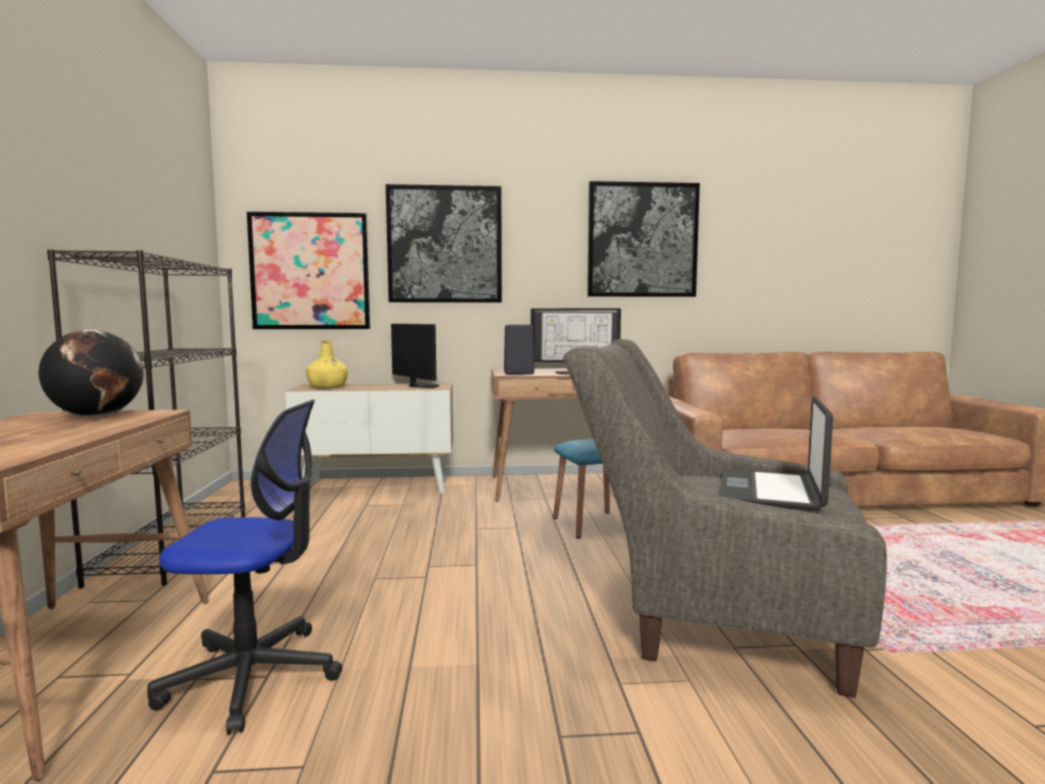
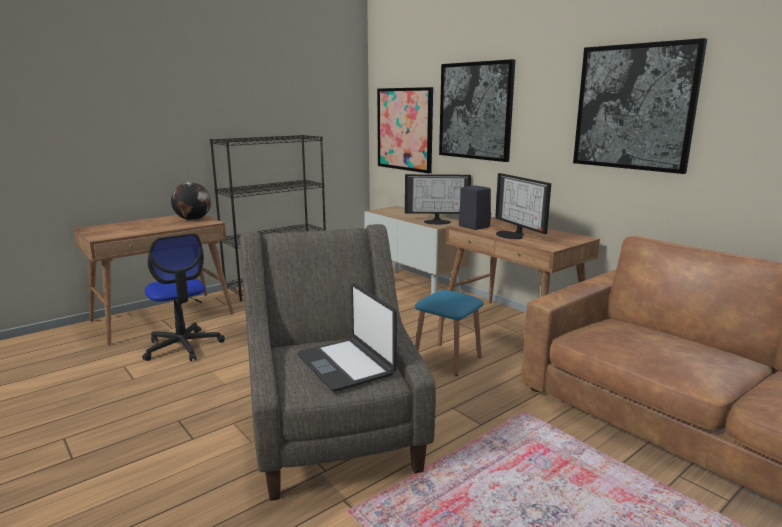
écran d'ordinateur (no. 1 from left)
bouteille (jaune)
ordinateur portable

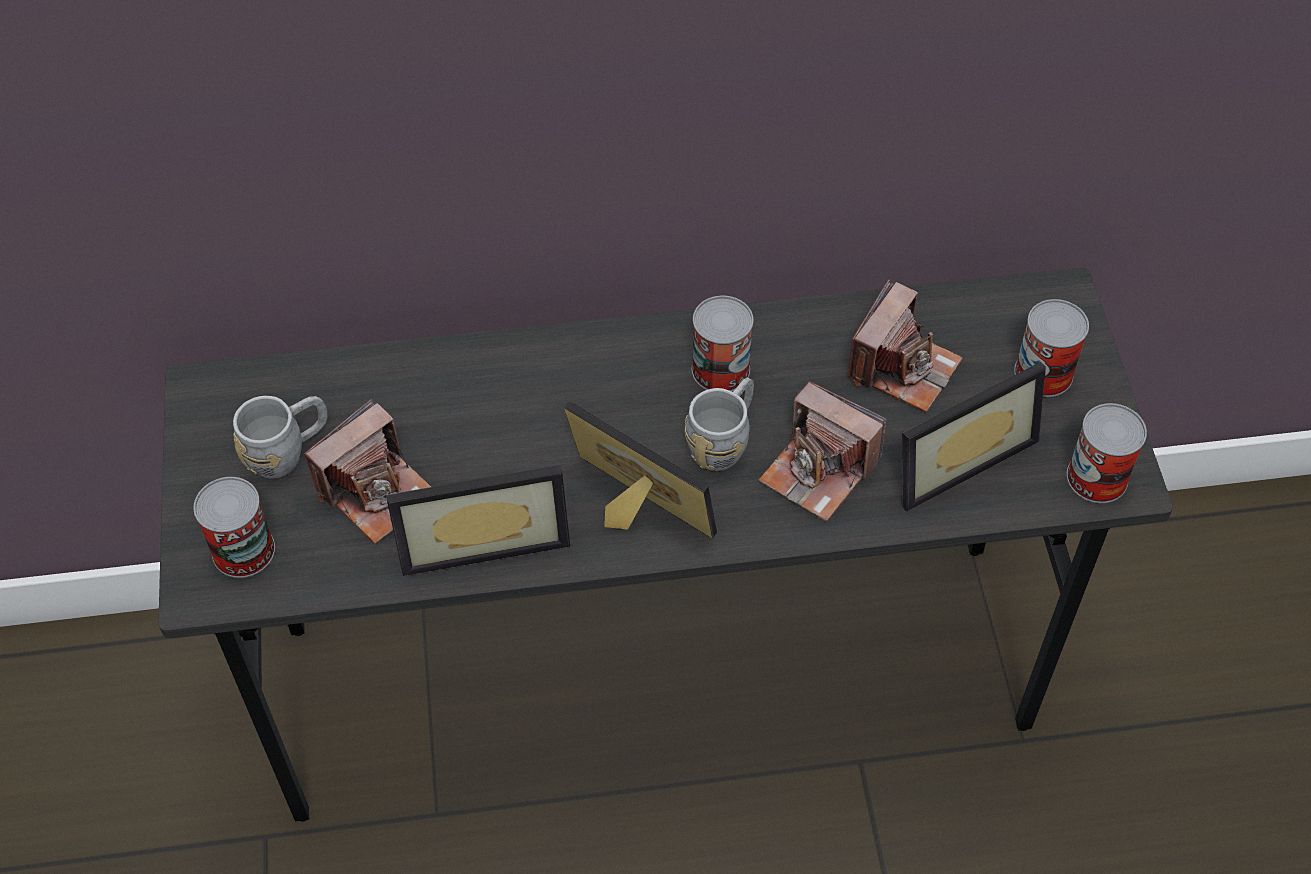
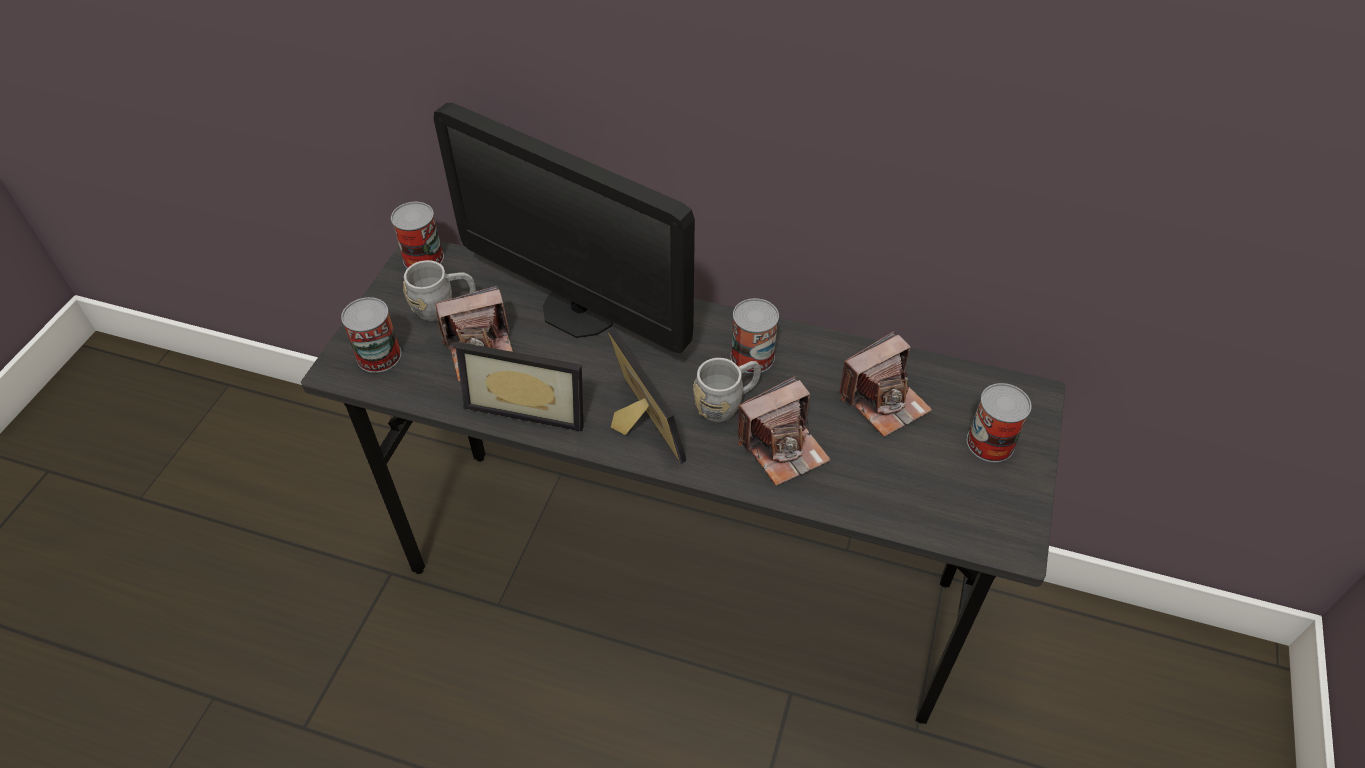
cadre photo (no. 3 from left in the first image)
appareil photo (no. 2 from left)
boîte métallique (no. 2 from left)
écran d'ordinateur

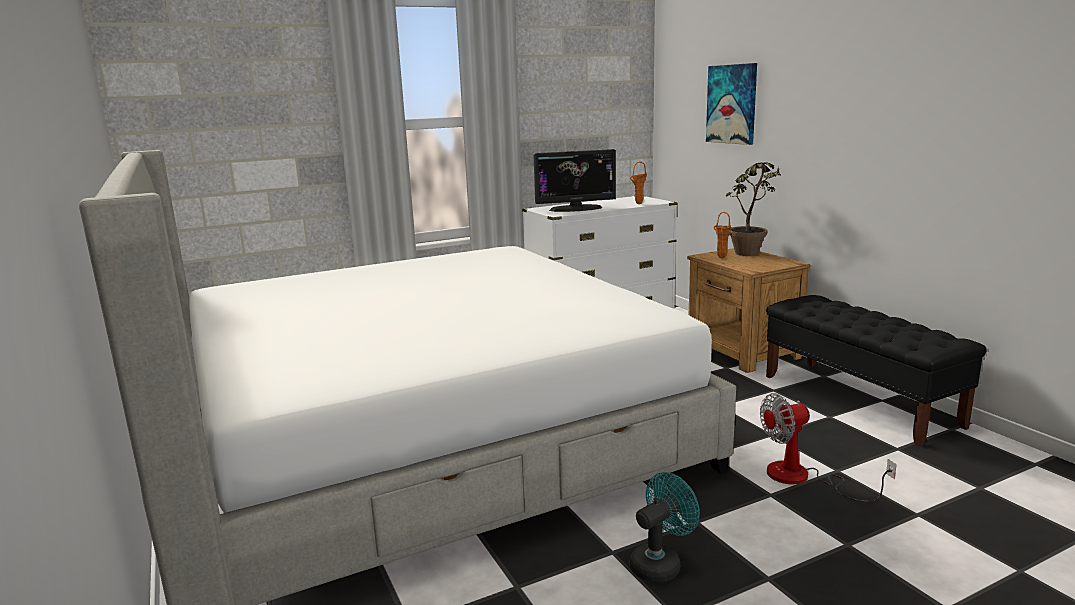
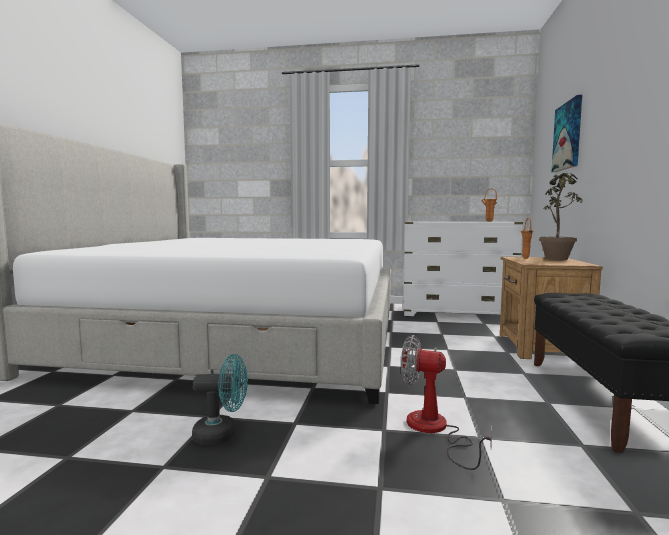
écran d'ordinateur

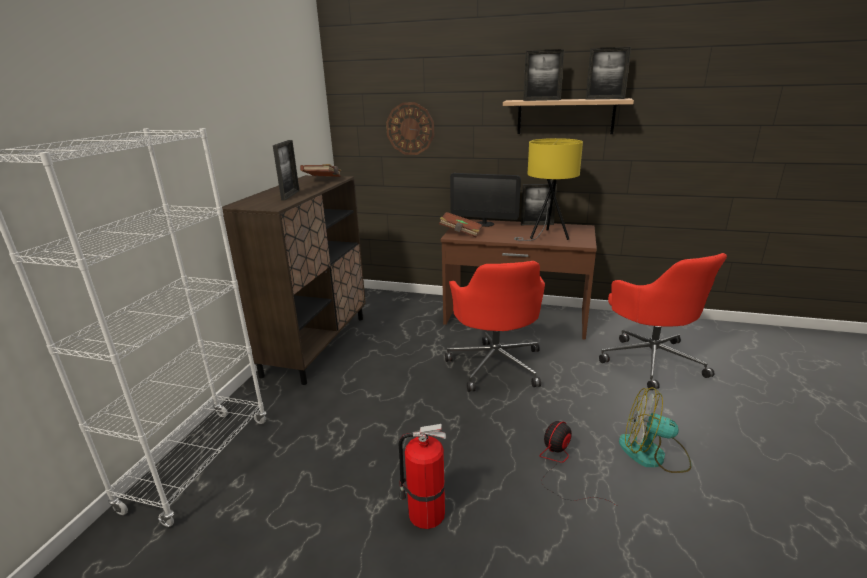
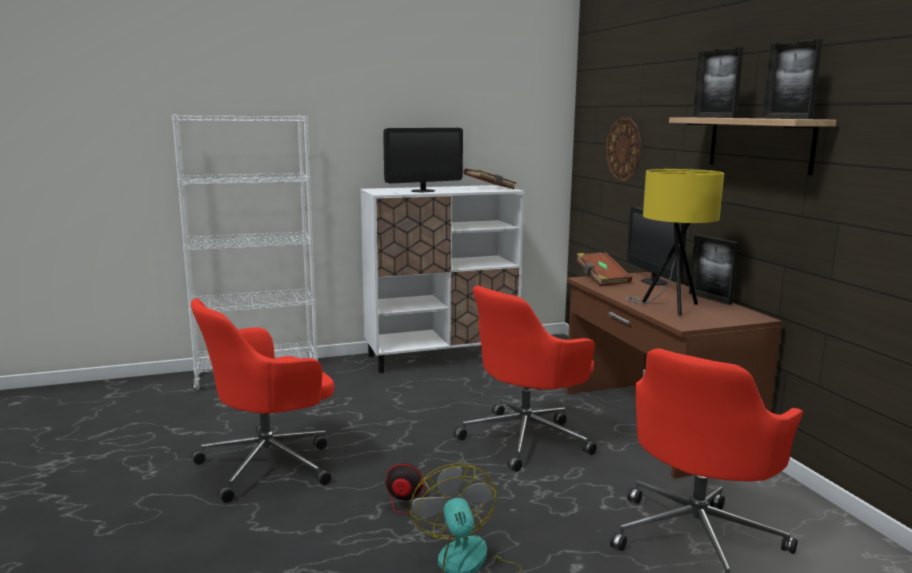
écran d'ordinateur (no. 1 from left)
meuble de rangement (blanc)
chaise de bureau (rouge) (no. 1 from left)

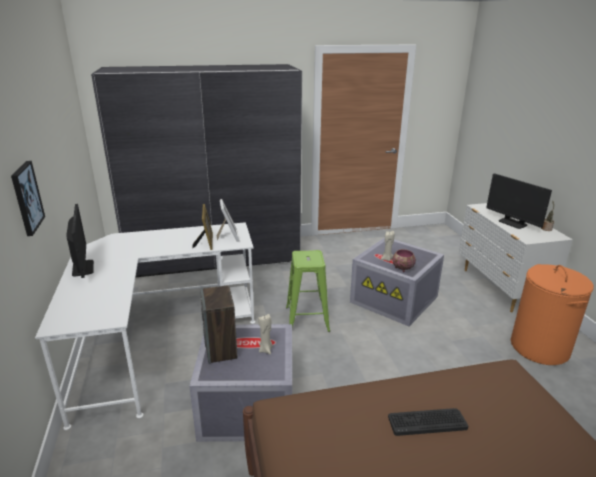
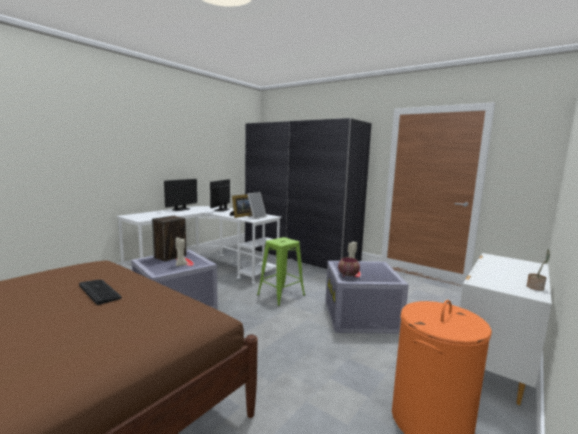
tableau
écran d'ordinateur (no. 2 from left)

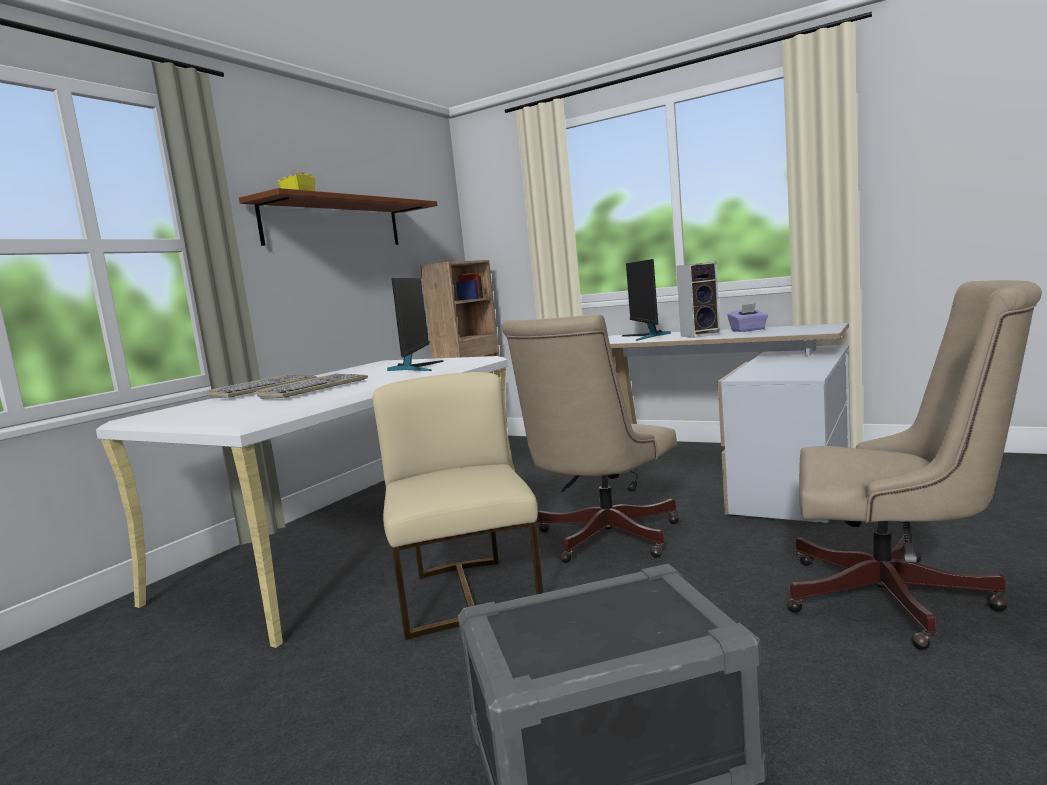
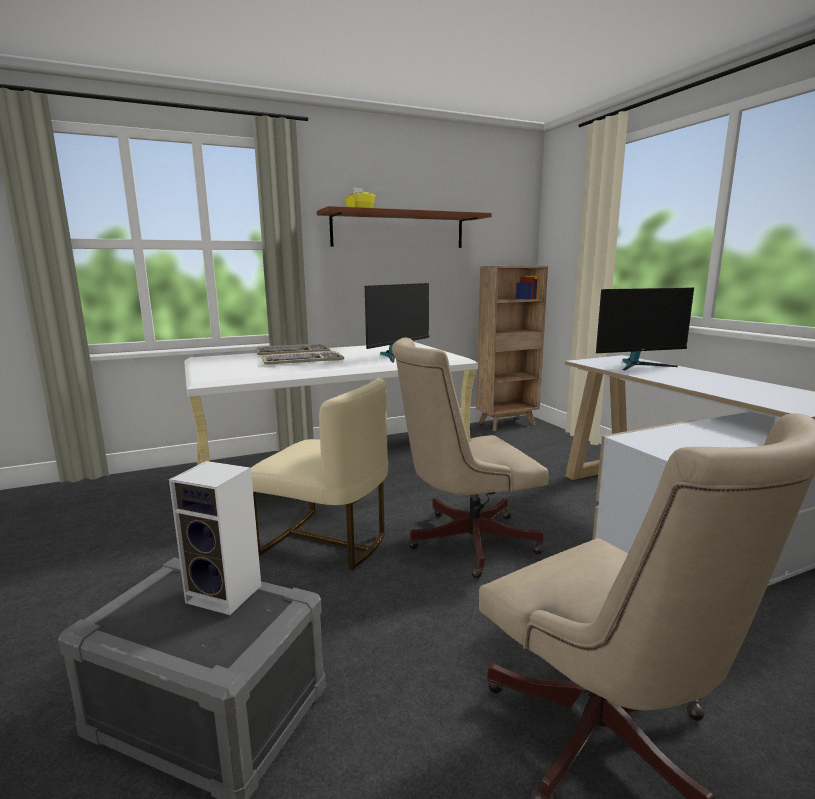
écran d'ordinateur (no. 2 from left)
enceinte
boîte à mouchoirs (violet)
chaise (beige)

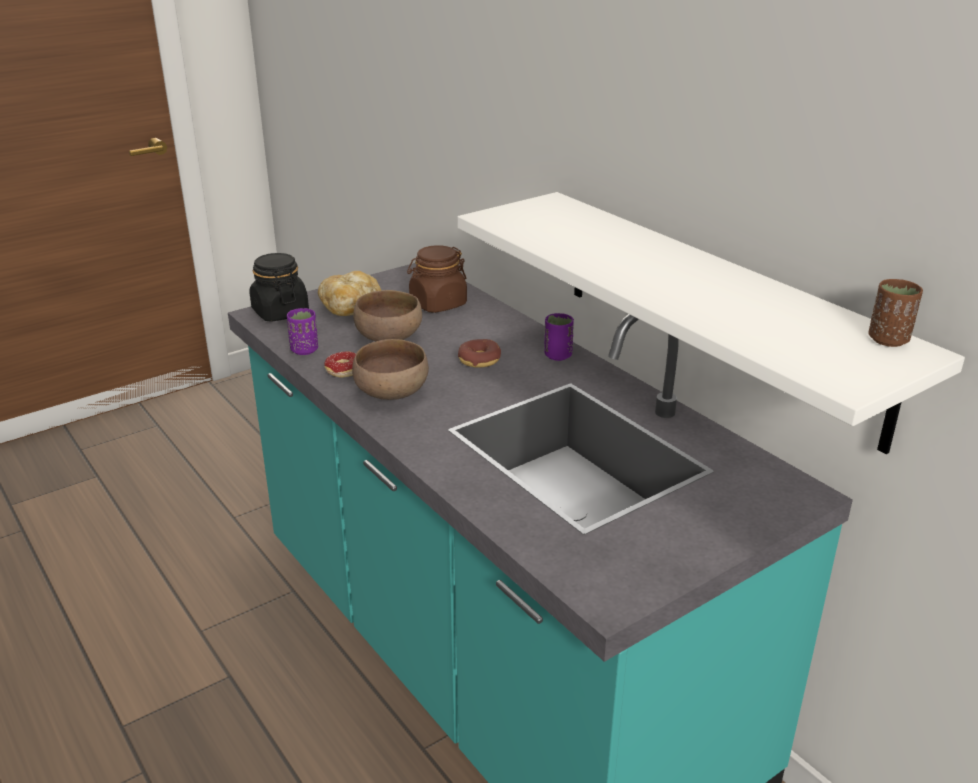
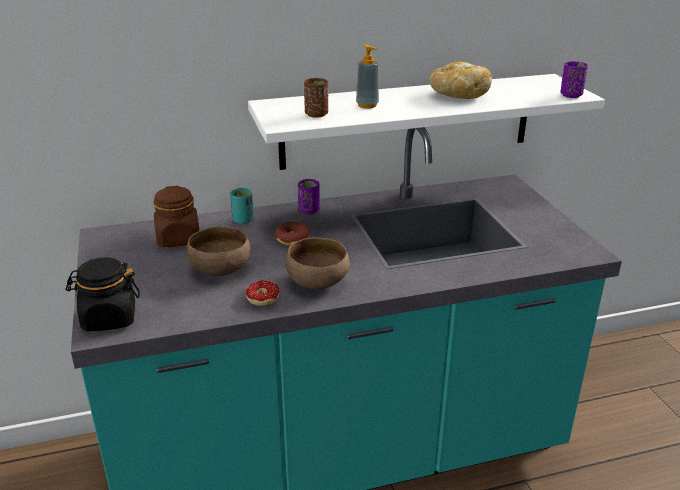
pain
tasse (marron)
tasse (violet) (no. 2 from left)
distributeur de savon
tasse (turquoise)

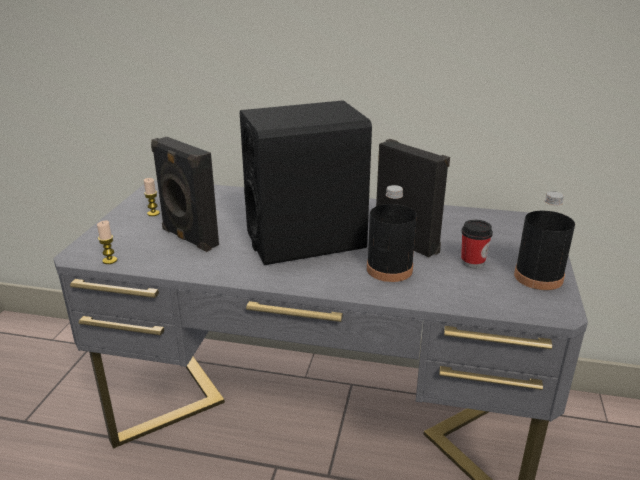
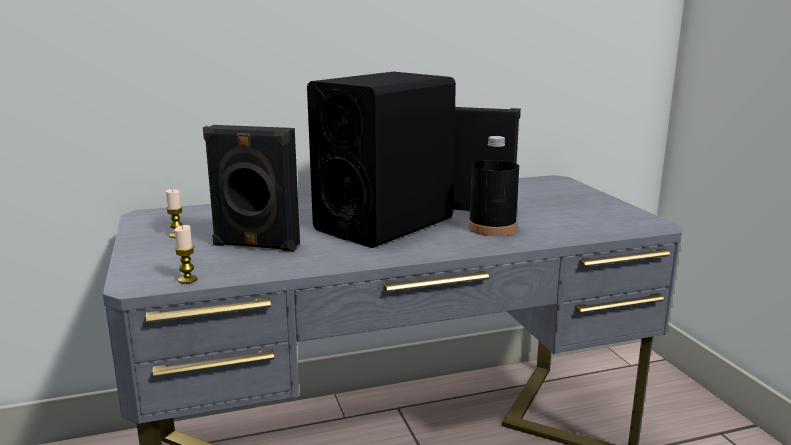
bouteille (noir) (no. 2 from left in the first image)
tasse

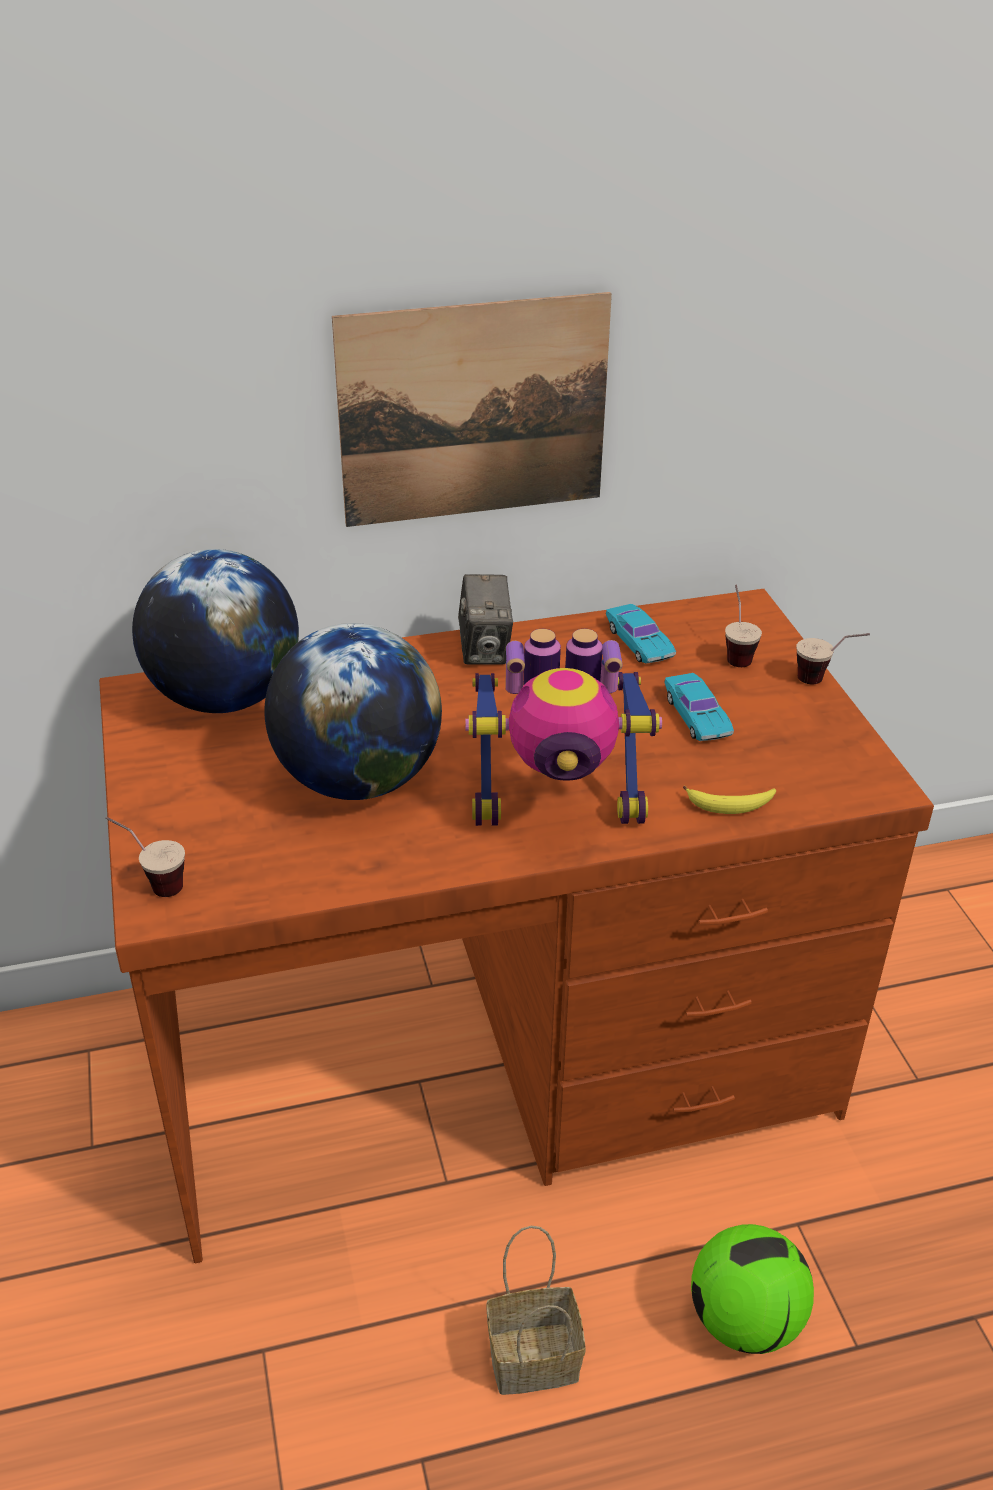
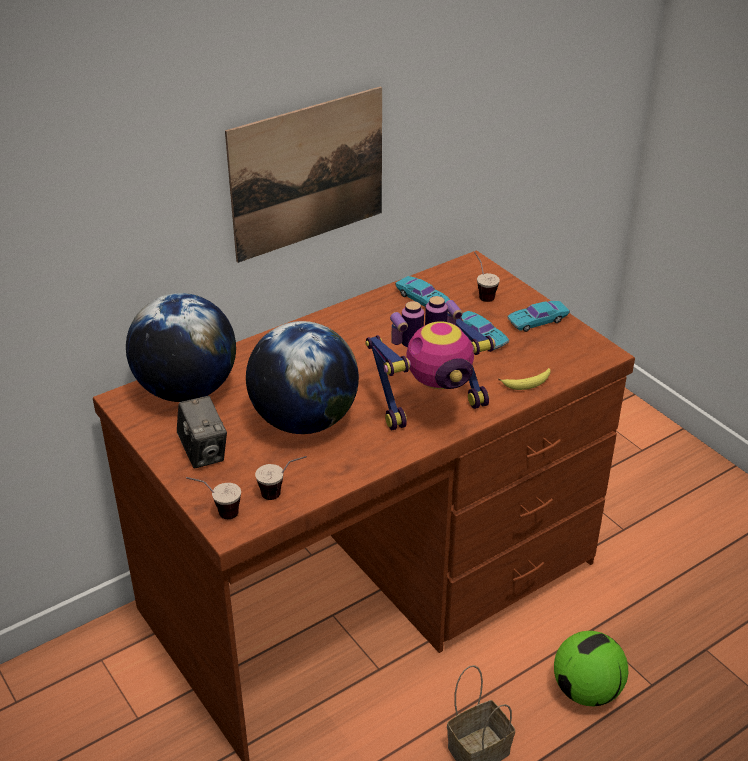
appareil photo
tasse (no. 2 from left)
petite voiture (turquoise) (no. 3 from left)

